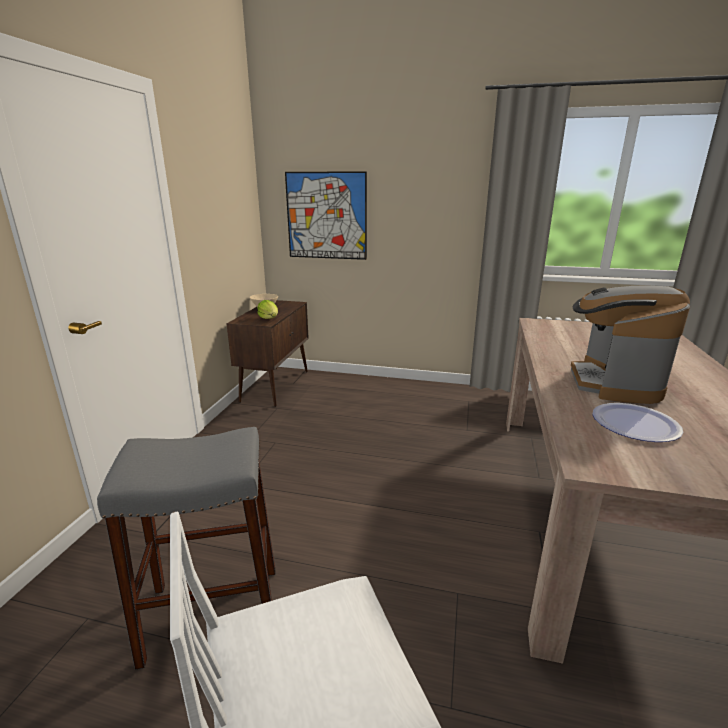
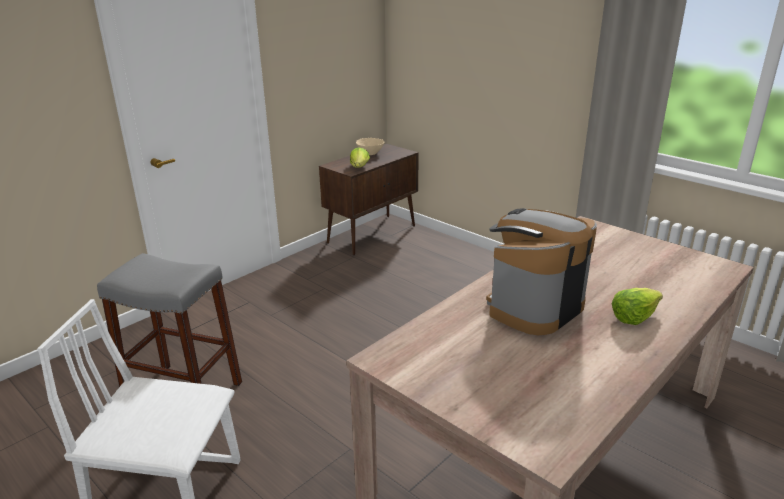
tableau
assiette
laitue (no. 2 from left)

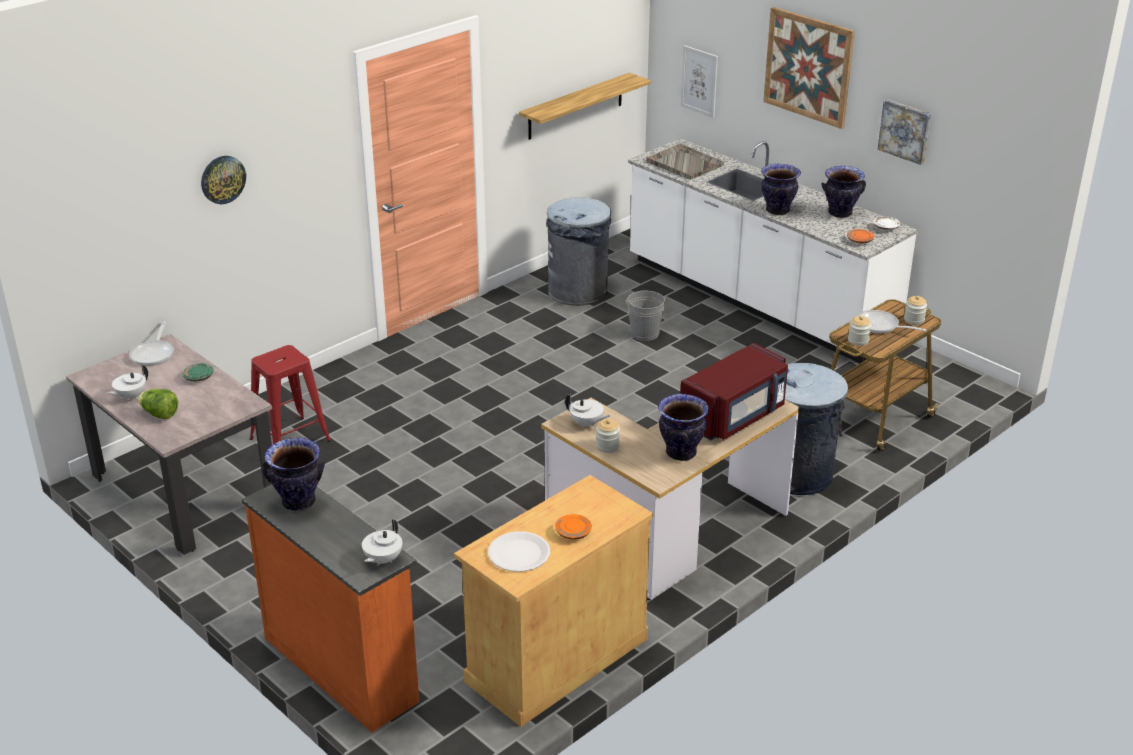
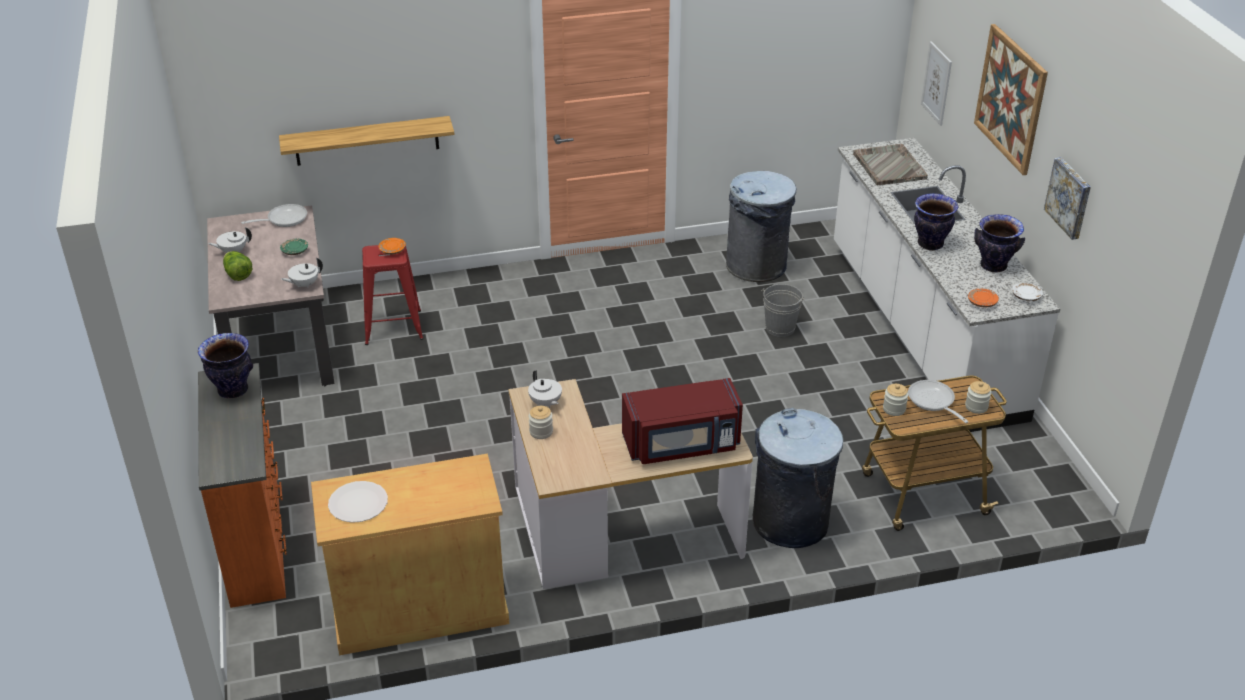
étagère
horloge murale
poêle (no. 1 from left)
vase (no. 2 from left in the first image)
assiette (orange) (no. 1 from left)
théière (blanc) (no. 2 from left)

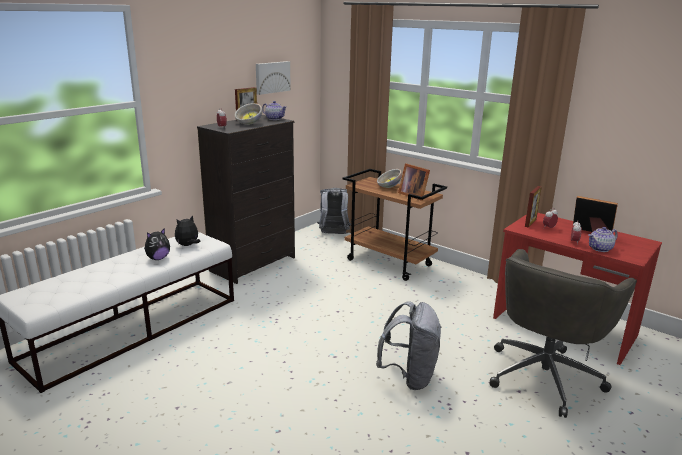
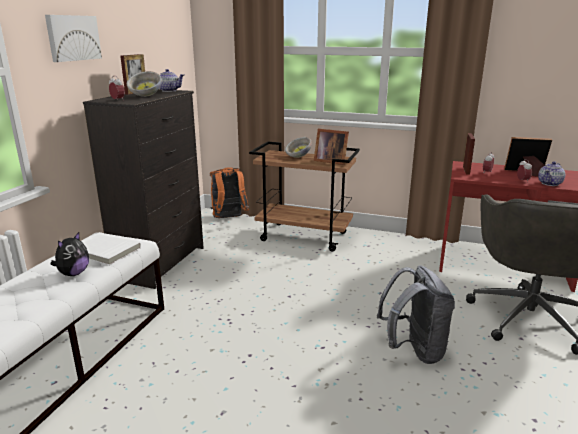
tableau
sac à dos (orange)
livre (blanc)

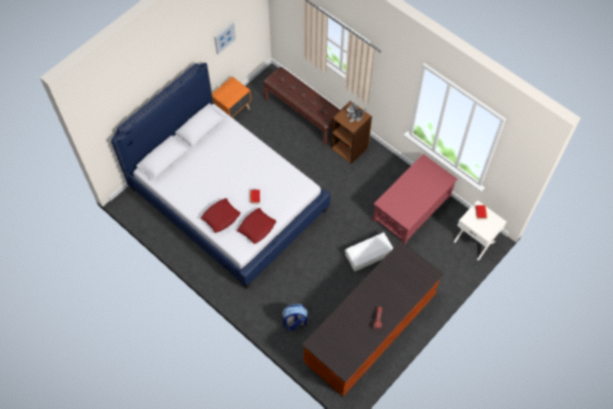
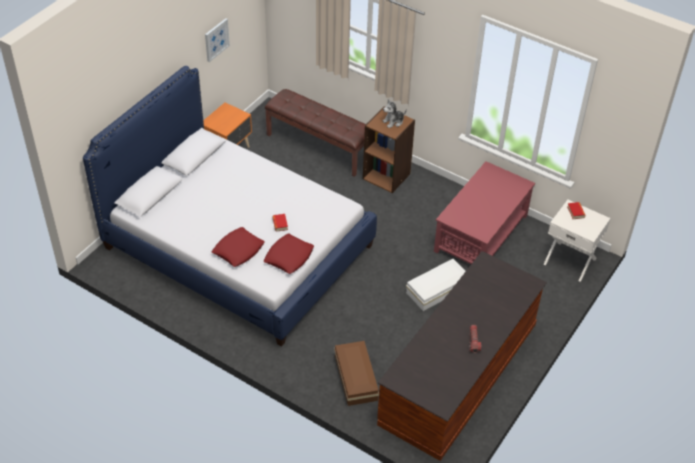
boîte de rangement (marron)

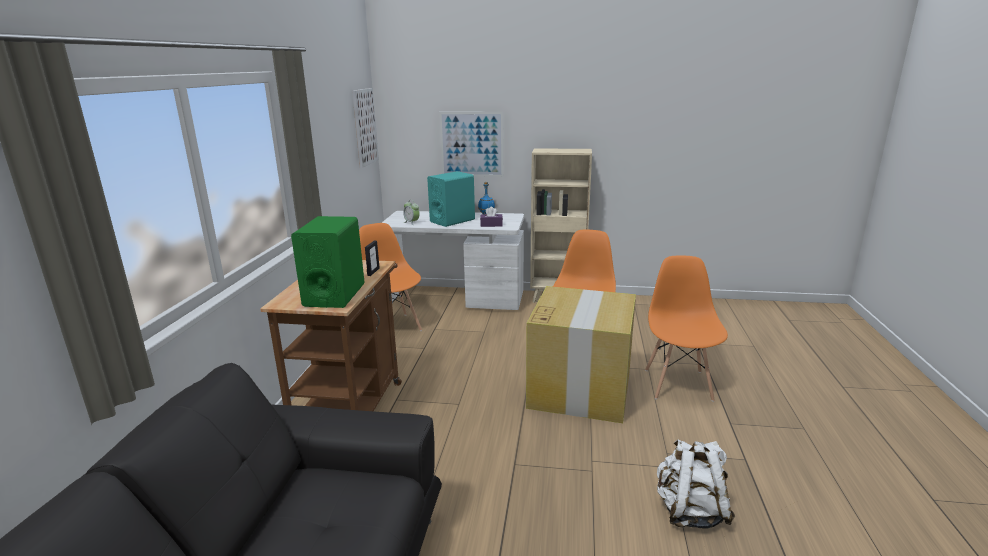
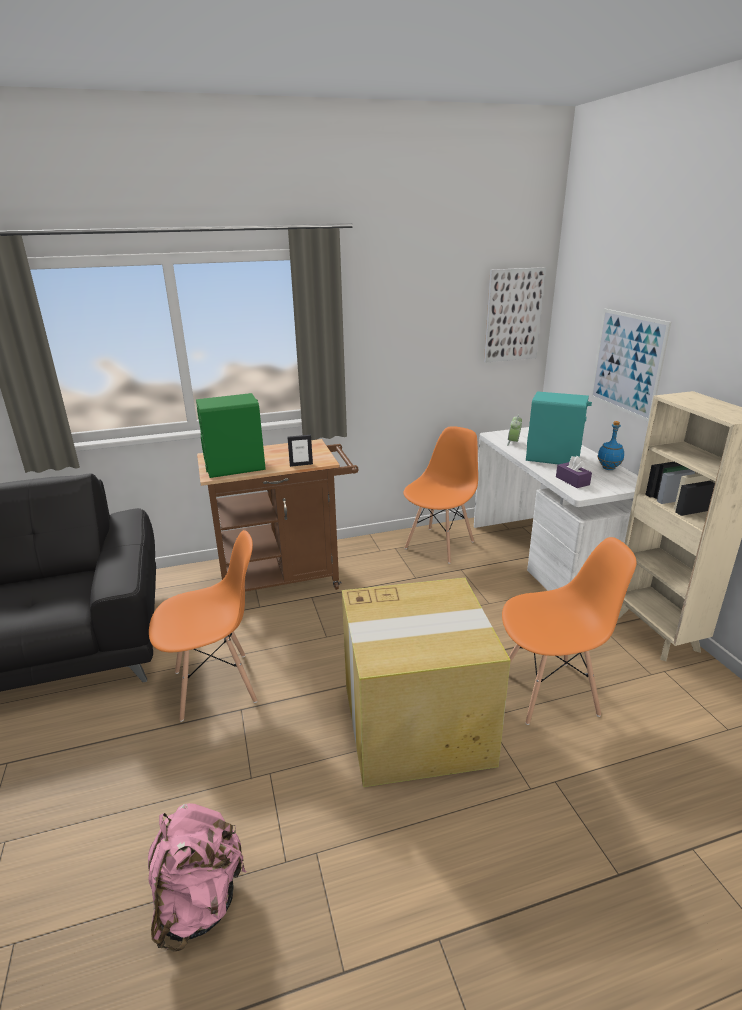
chaise (orange) (no. 1 from left)
sac à dos (rose)

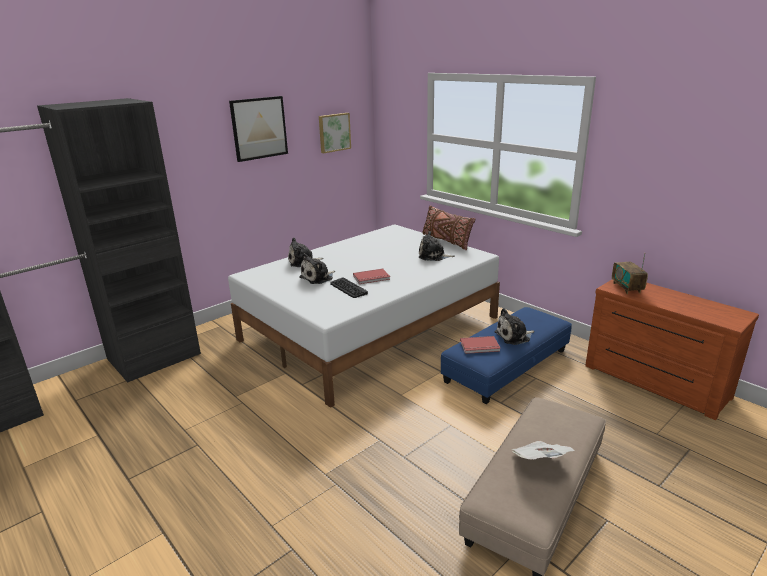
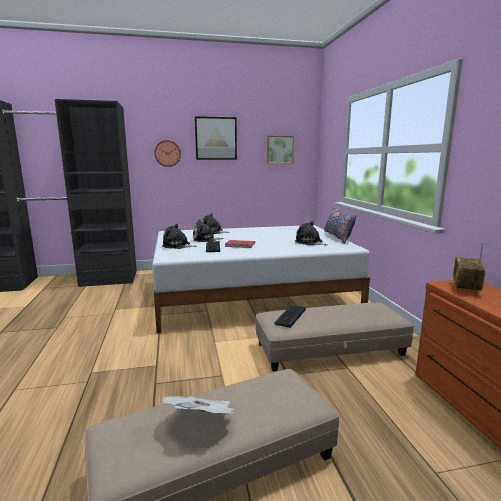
coussin (bleu)
pouf (beige) (no. 2 from left)
peluche (no. 1 from left)
clavier (no. 2 from left)
horloge murale

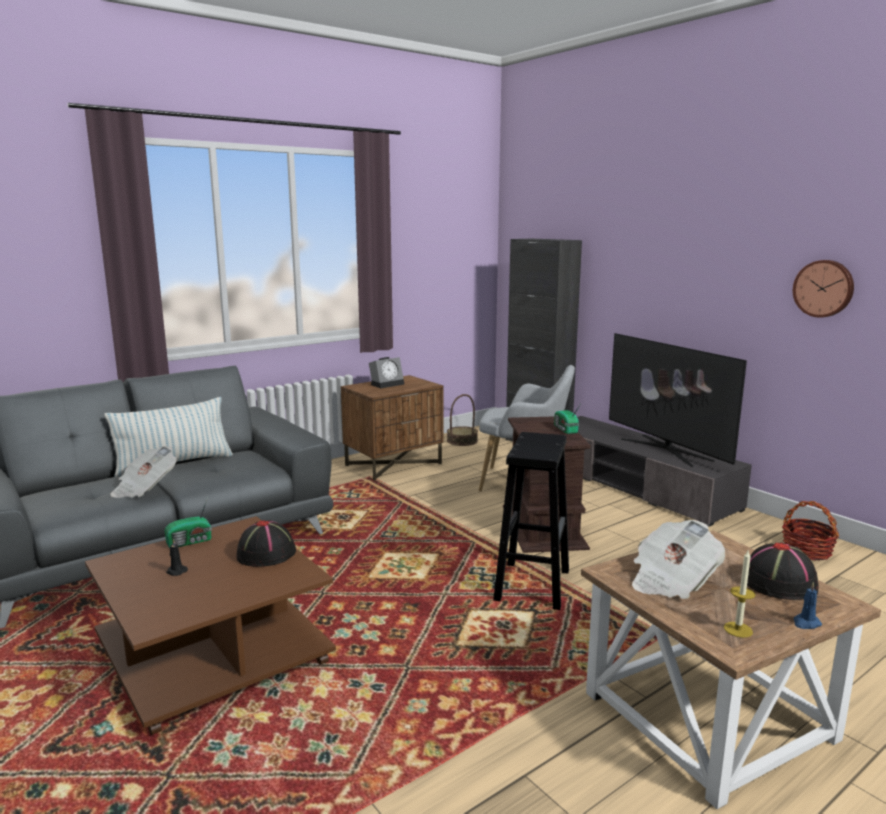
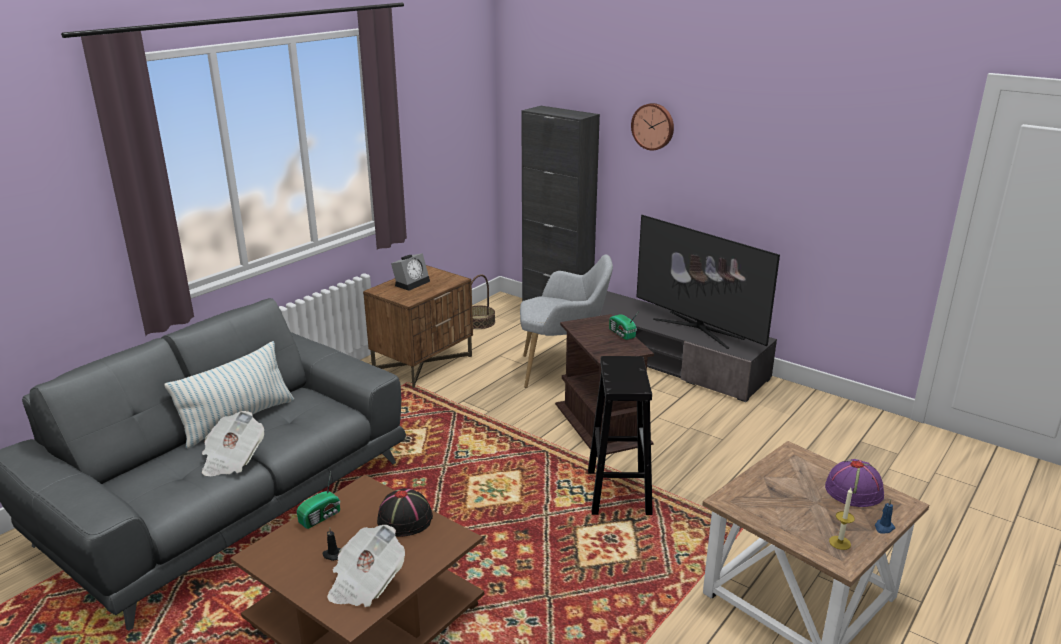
horloge murale
panier (no. 2 from left in the first image)
journal (no. 2 from left)
chapeau (violet)

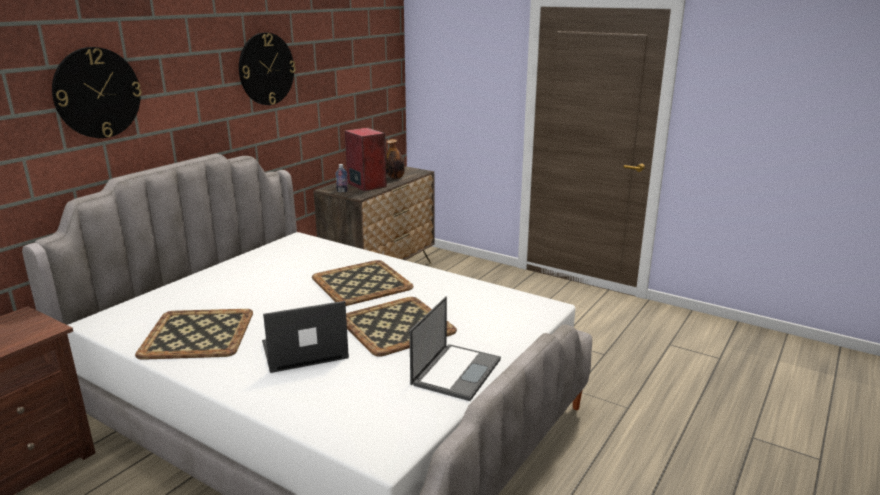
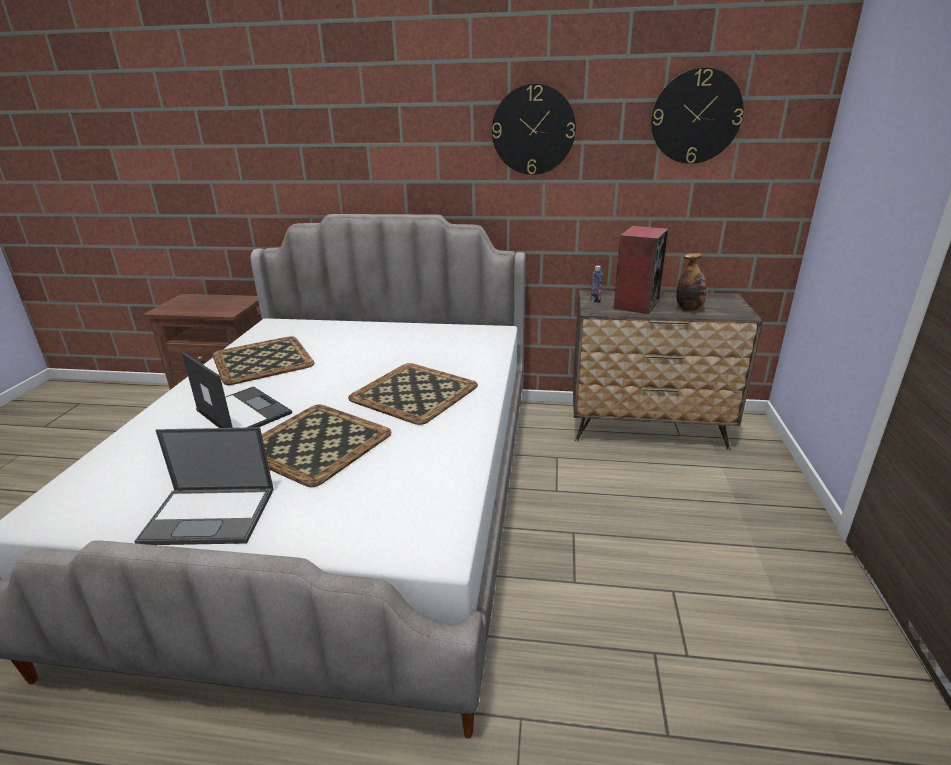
horloge murale (no. 2 from left)

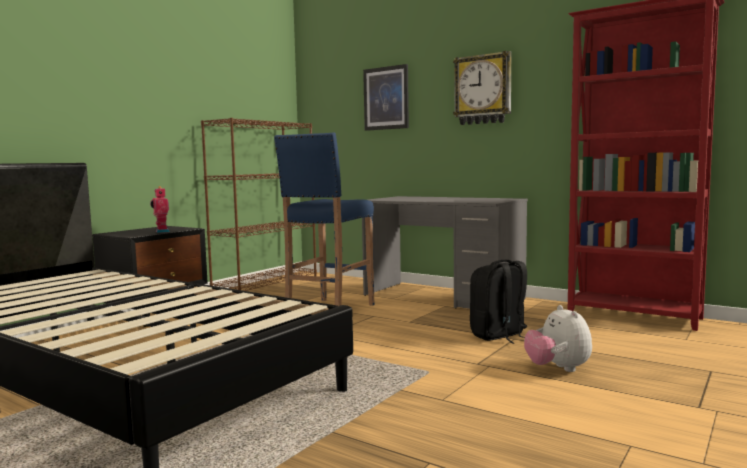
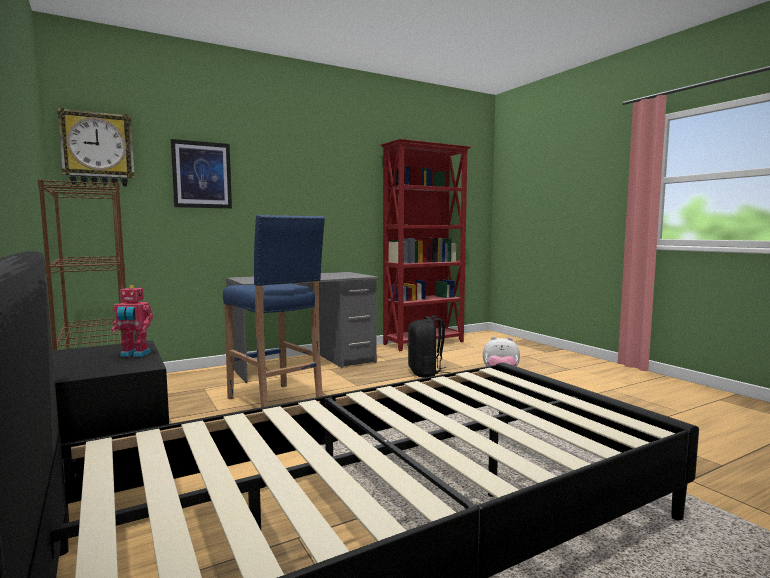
horloge murale

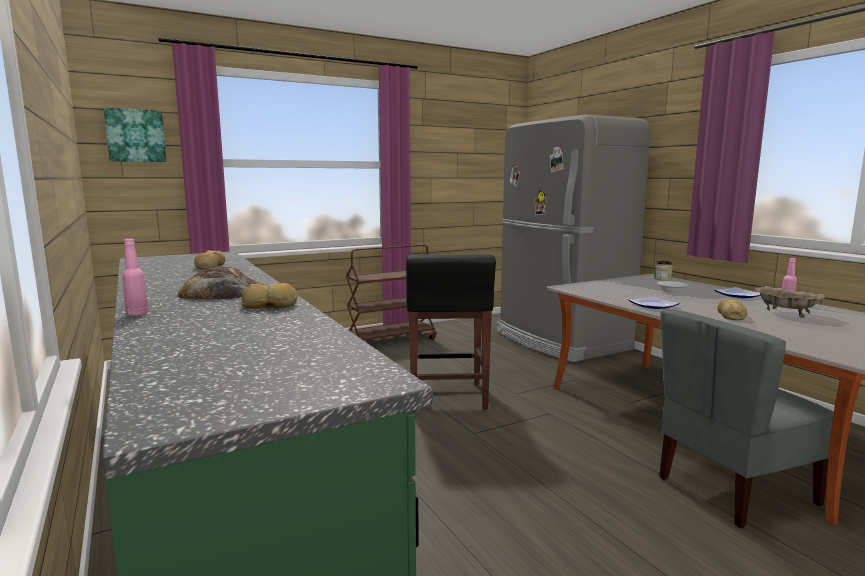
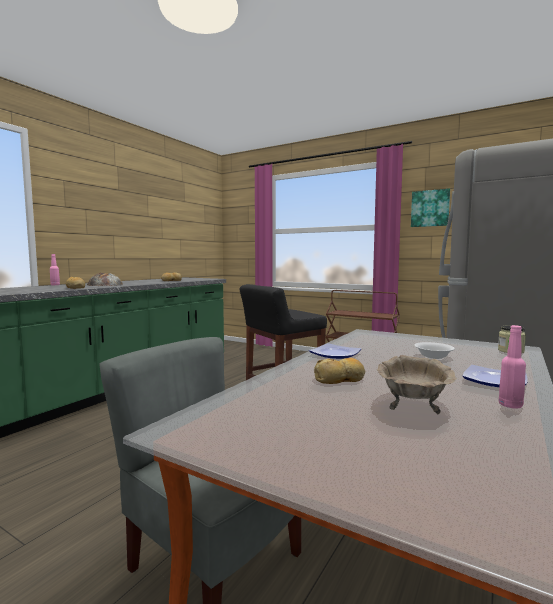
tableau

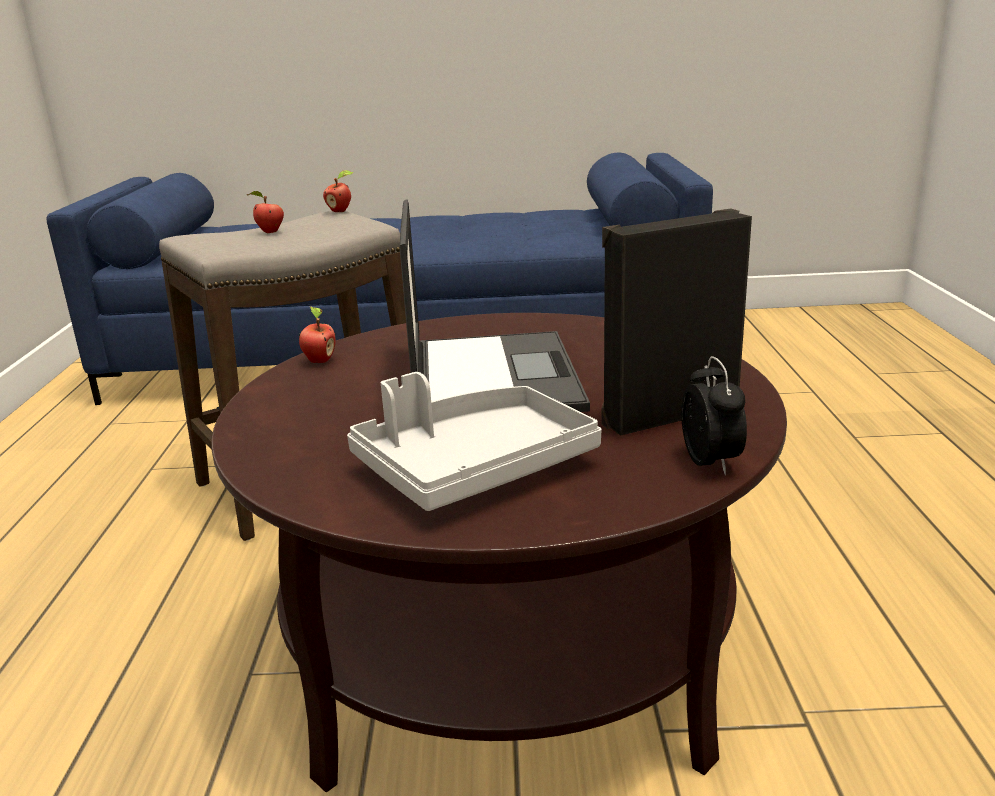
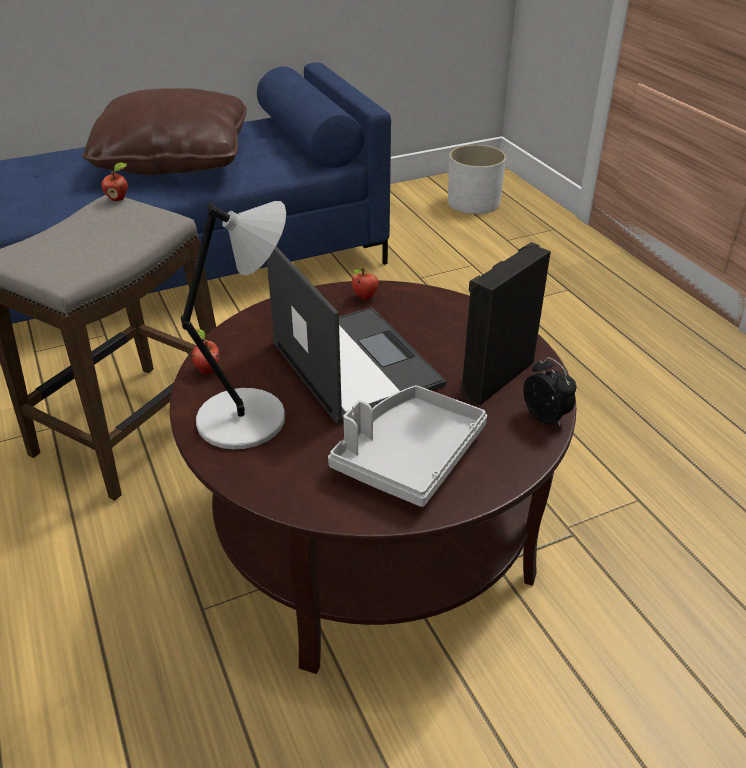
pomme (no. 3 from left)
coussin (marron)
cache-pot (blanc)
lampe de table (gris)

